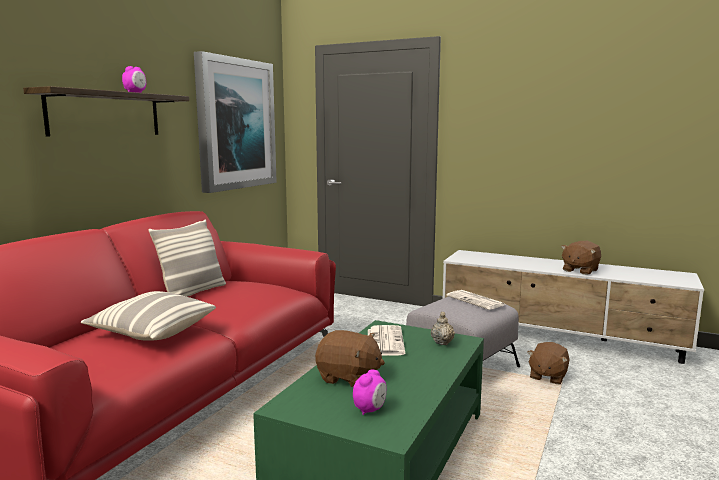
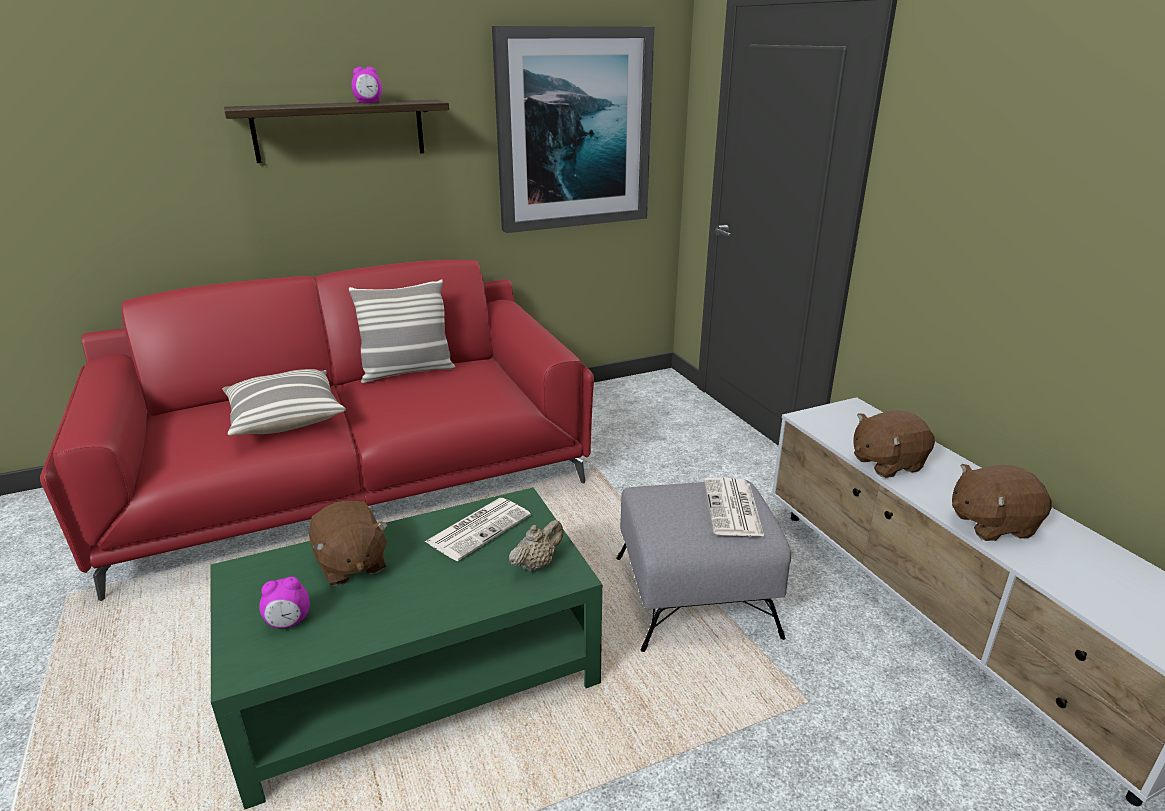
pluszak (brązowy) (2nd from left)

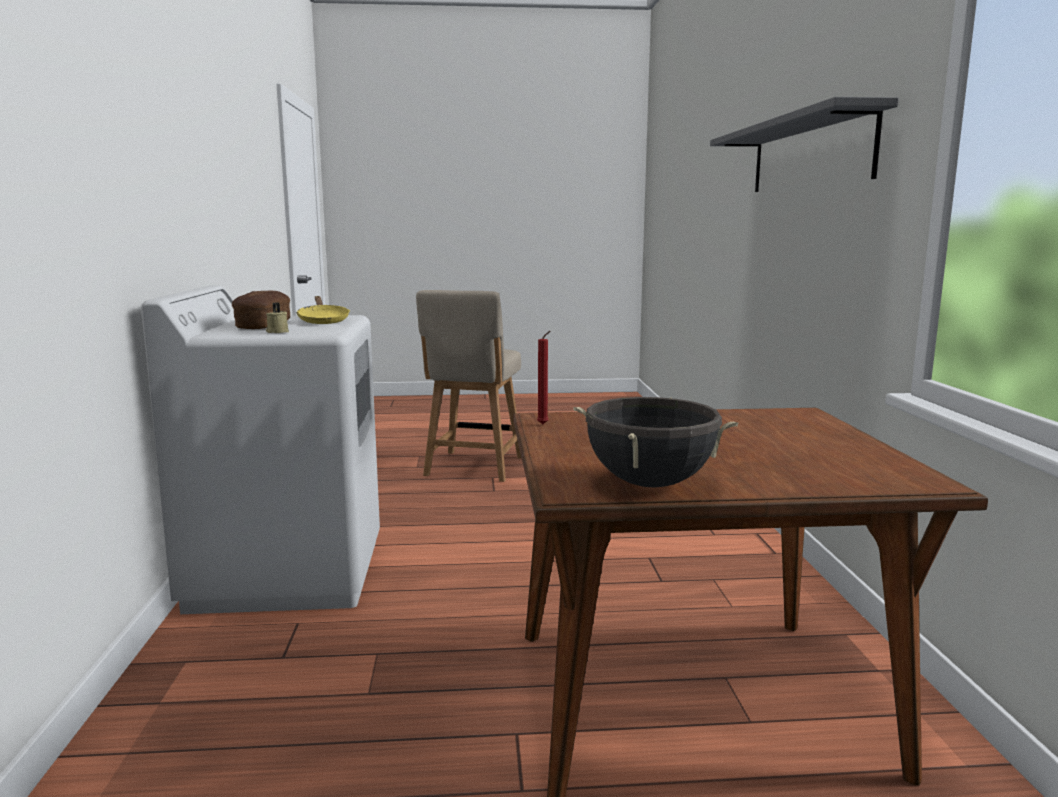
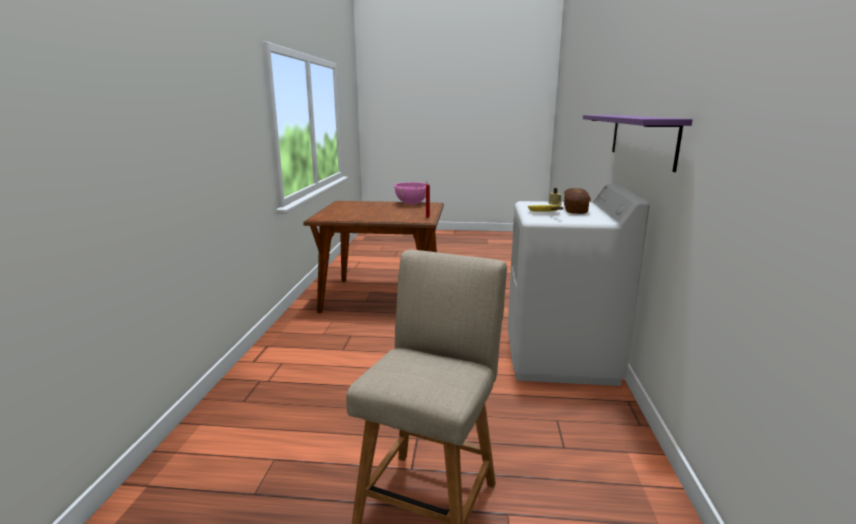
garnek (różowy)
półka (fioletowy)
półka (szary)

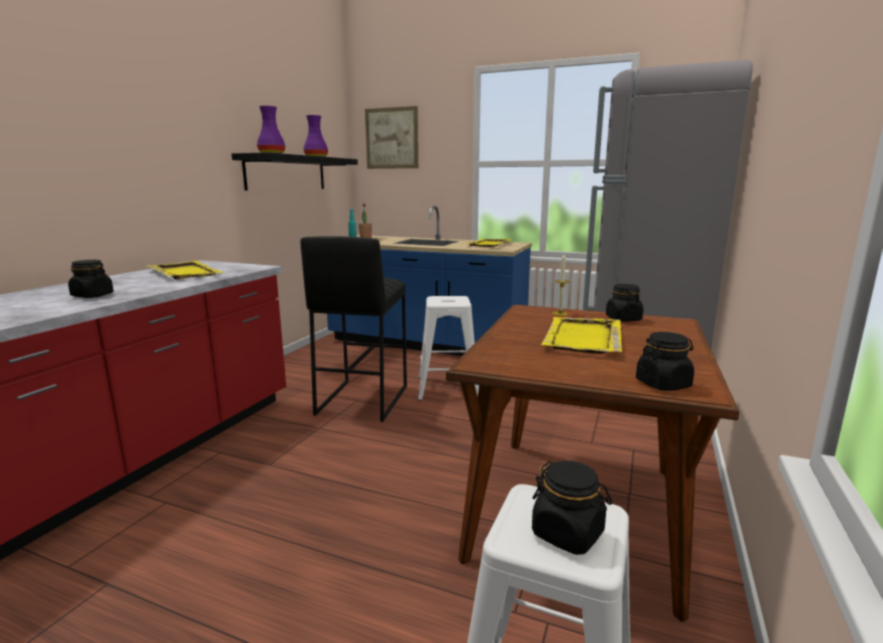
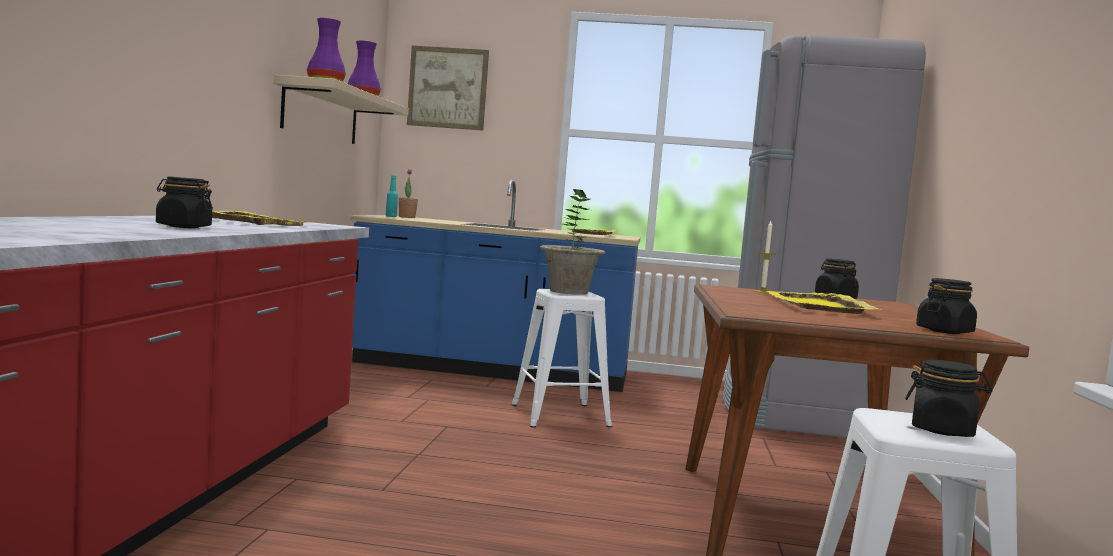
półka (beżowy)
roślina doniczkowa (2nd from left)
stołek (czarny)

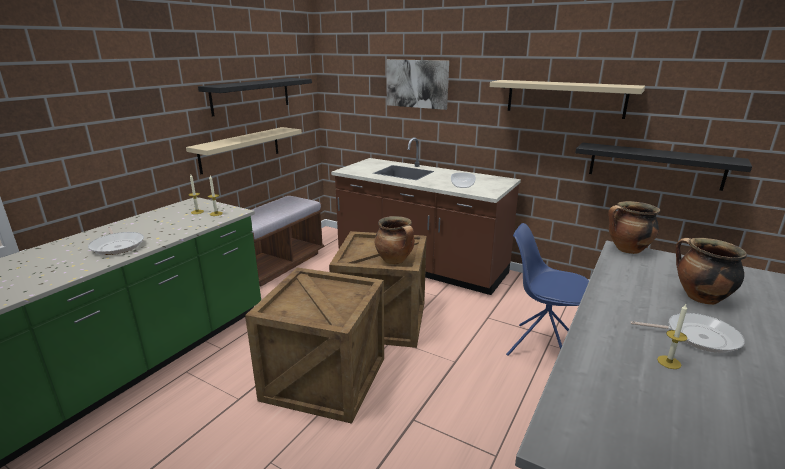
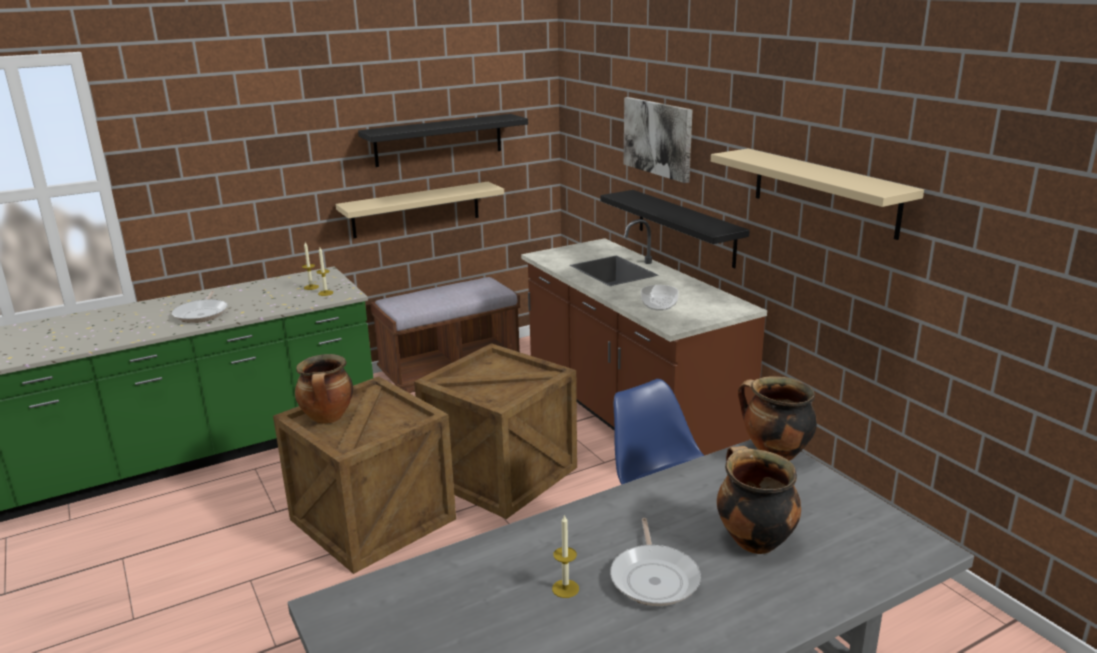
garnek (1st from left)
półka (czarny) (2nd from left)
patelnia (2nd from left)

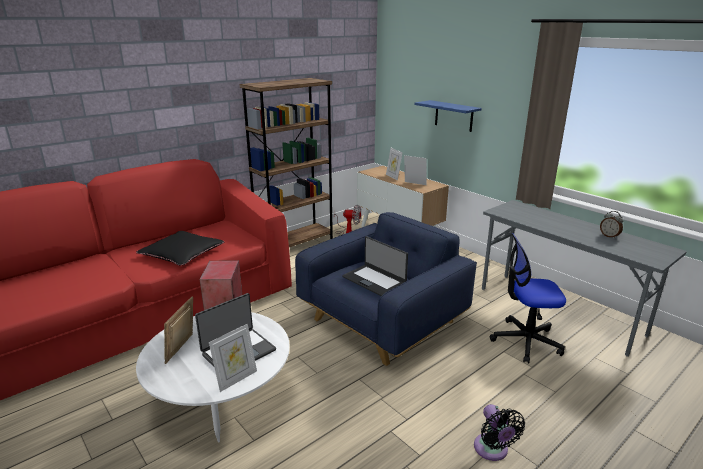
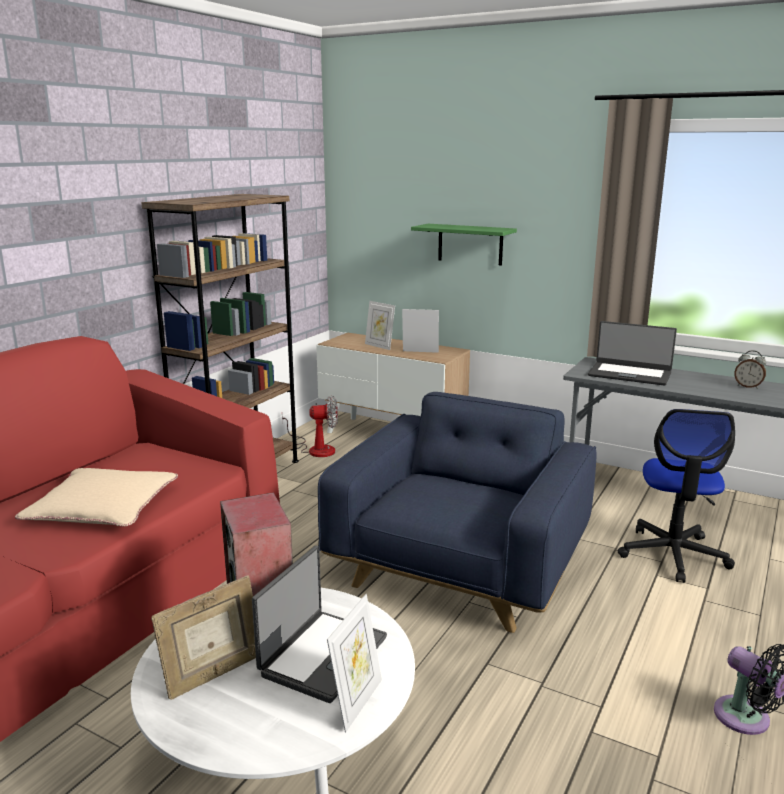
poduszka (beżowy)
ramka na zdjęcie (1st from left)
półka (zielony)
laptop (2nd from left)
krzesło biurowe

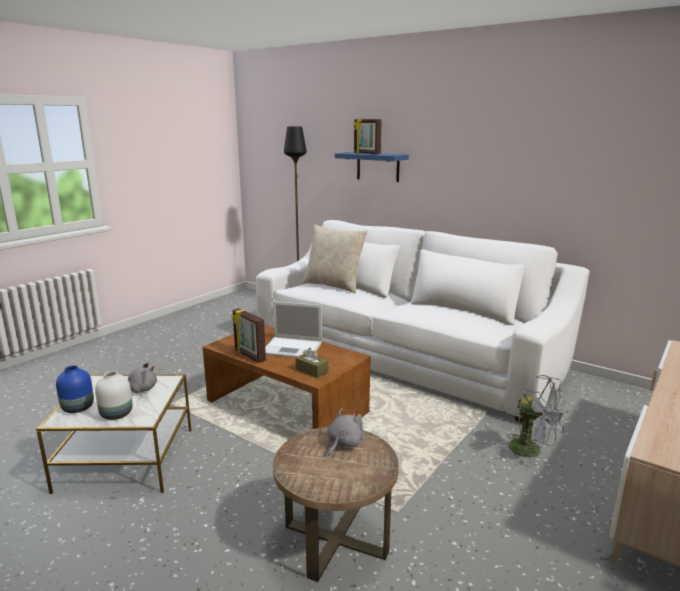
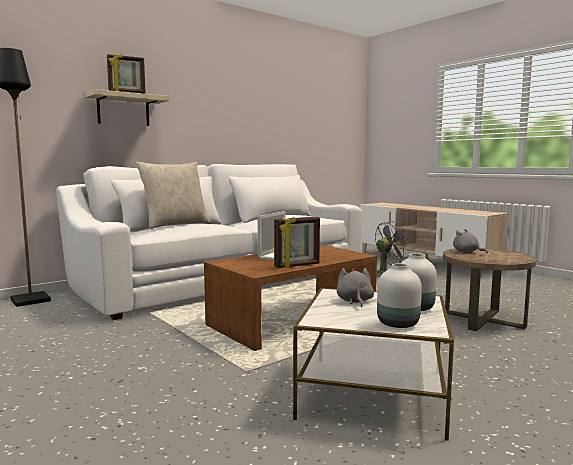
półka (beżowy)
wazon (biały) (1st from left)
pudełko chusteczek (brązowy)

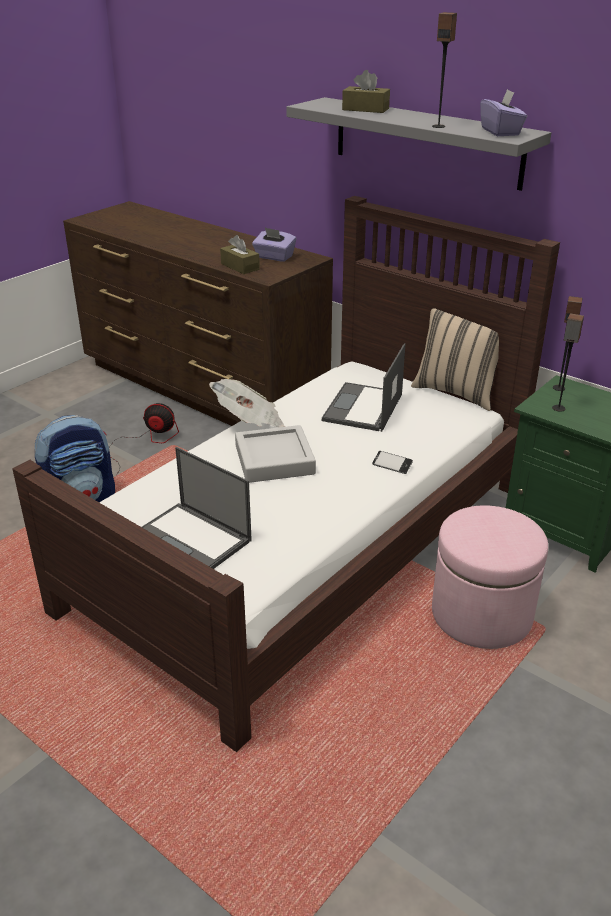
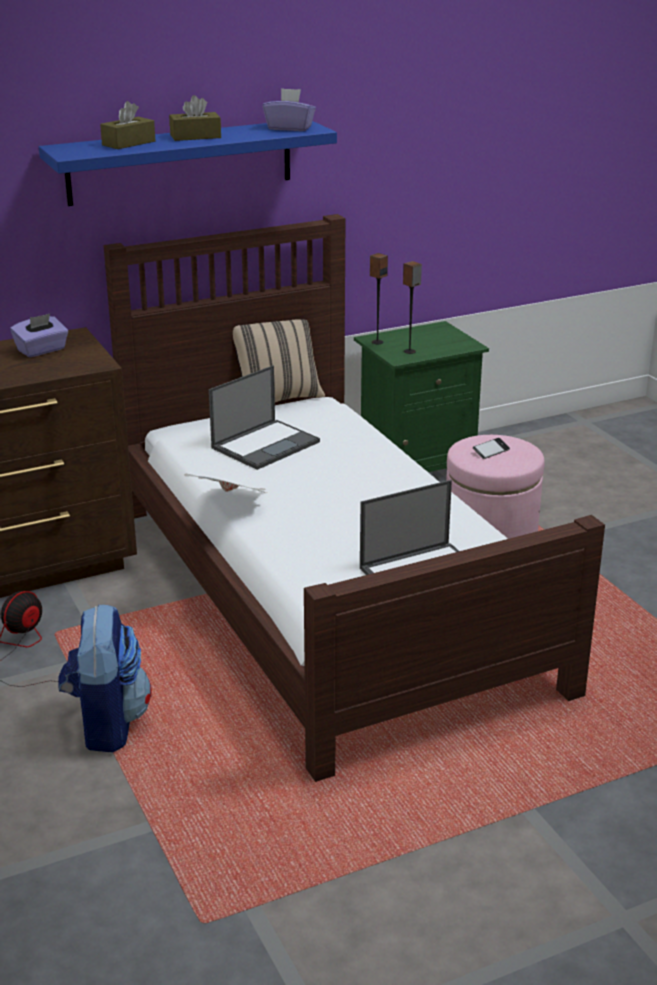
półka (niebieski)
pudełko chusteczek (brązowy) (2nd from left)
laptop (1st from left)
telefon
taca (szary)
głośnik (1st from left in the first image)

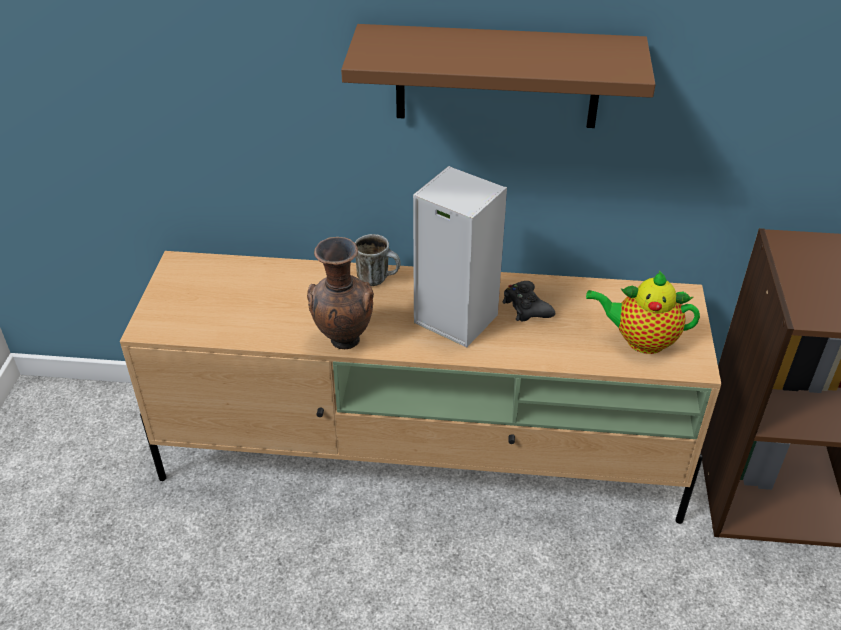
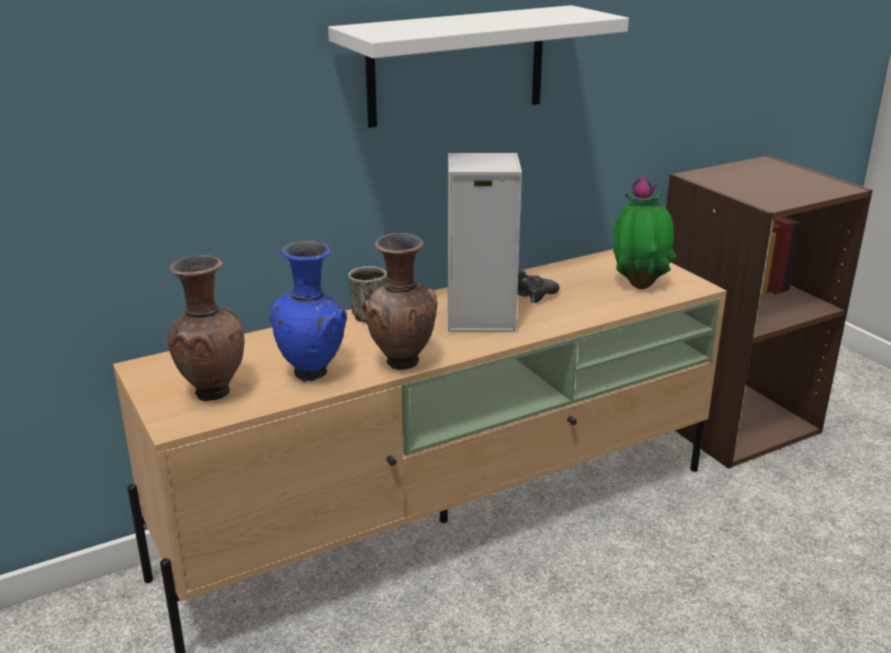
wazon (brązowy) (1st from left)
wazon (niebieski)
półka (biały)
roślina doniczkowa

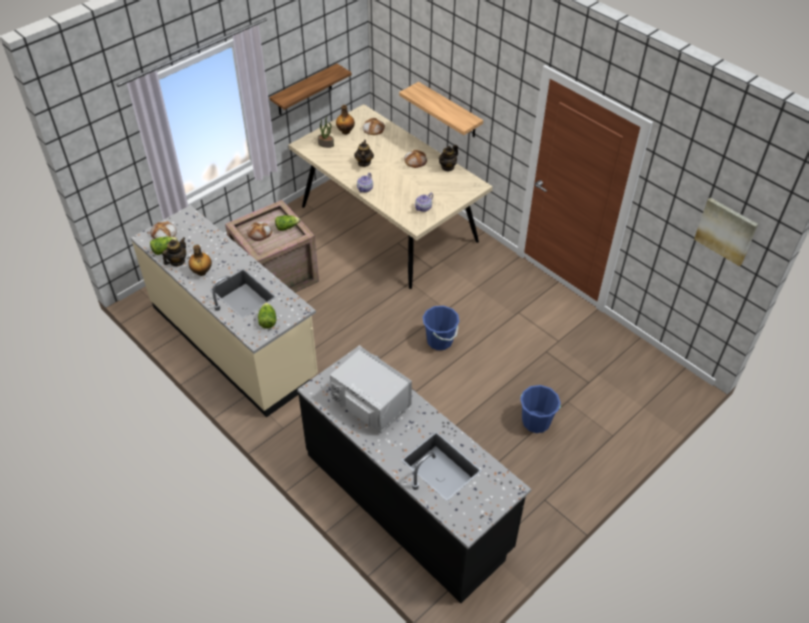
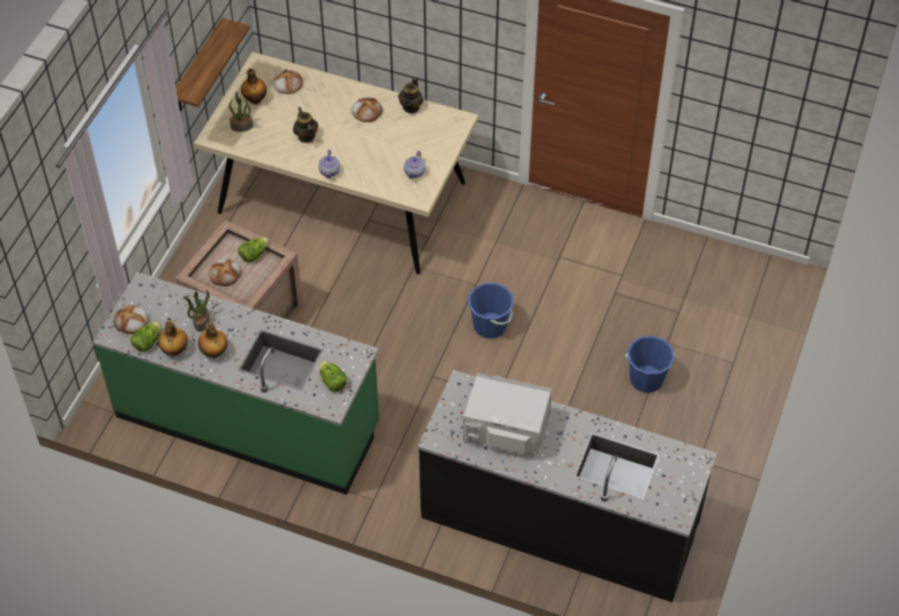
zabudowa kuchenna (zielony)
butelka (1st from left)
roślina doniczkowa (1st from left)
półka (2nd from left in the first image)
obraz

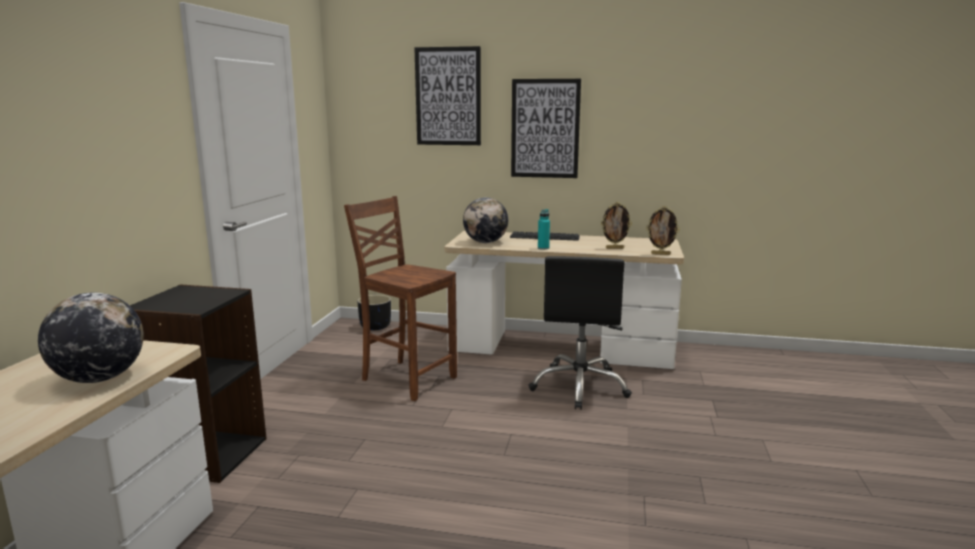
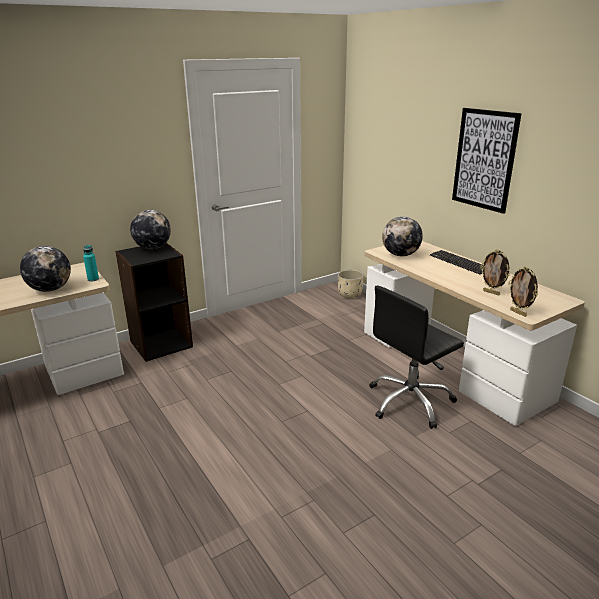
butelka (turkusowy)
globus (2nd from left)
donica (beżowy)
krzesło (brązowy)
obraz (1st from left in the first image)

